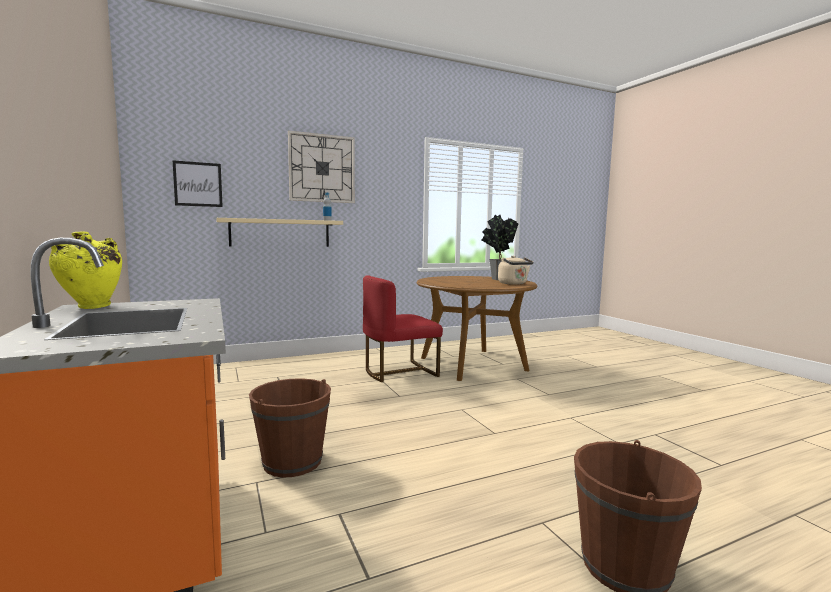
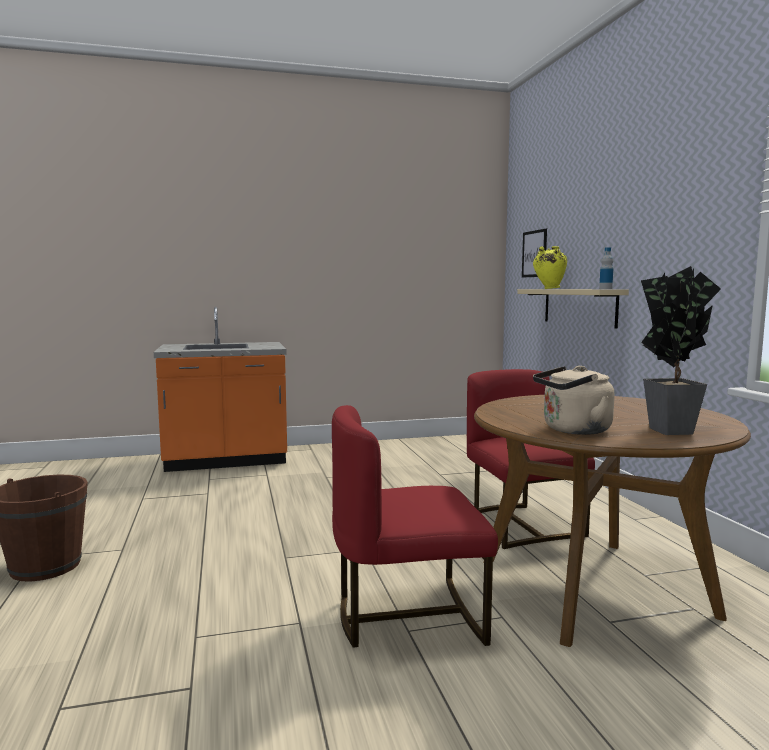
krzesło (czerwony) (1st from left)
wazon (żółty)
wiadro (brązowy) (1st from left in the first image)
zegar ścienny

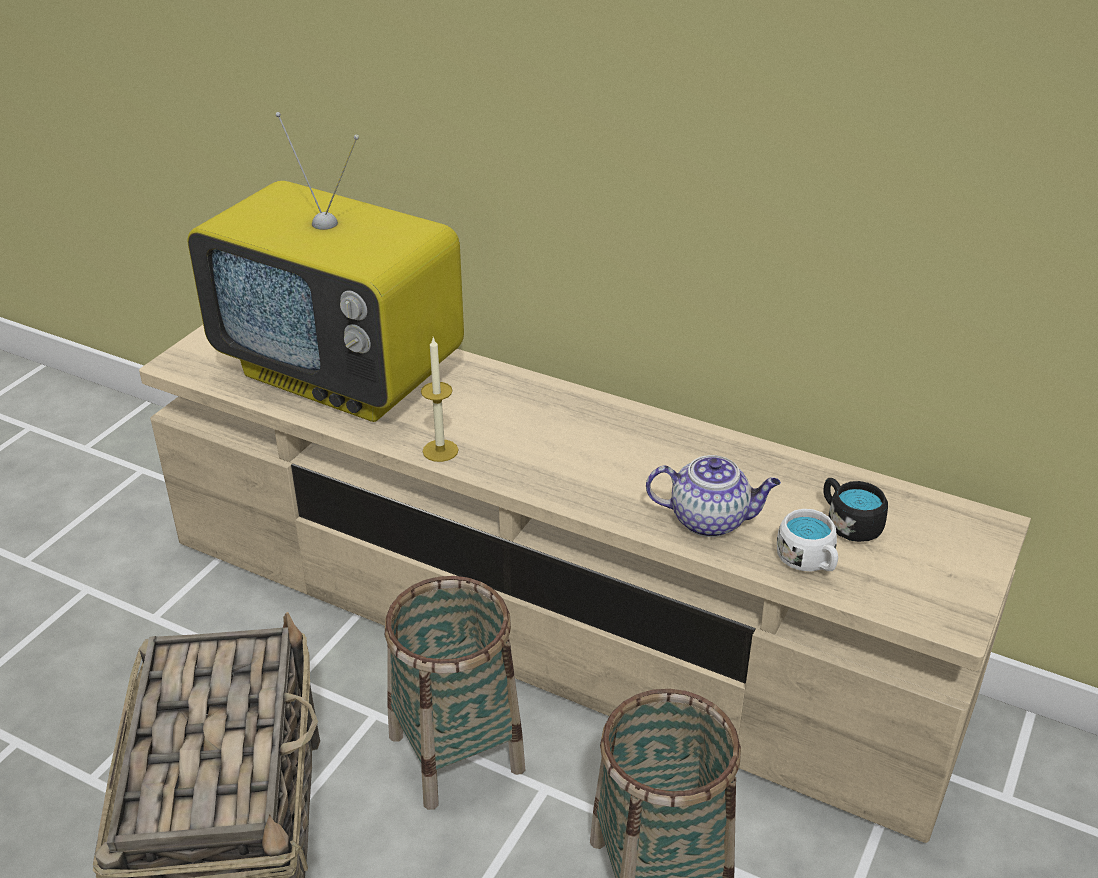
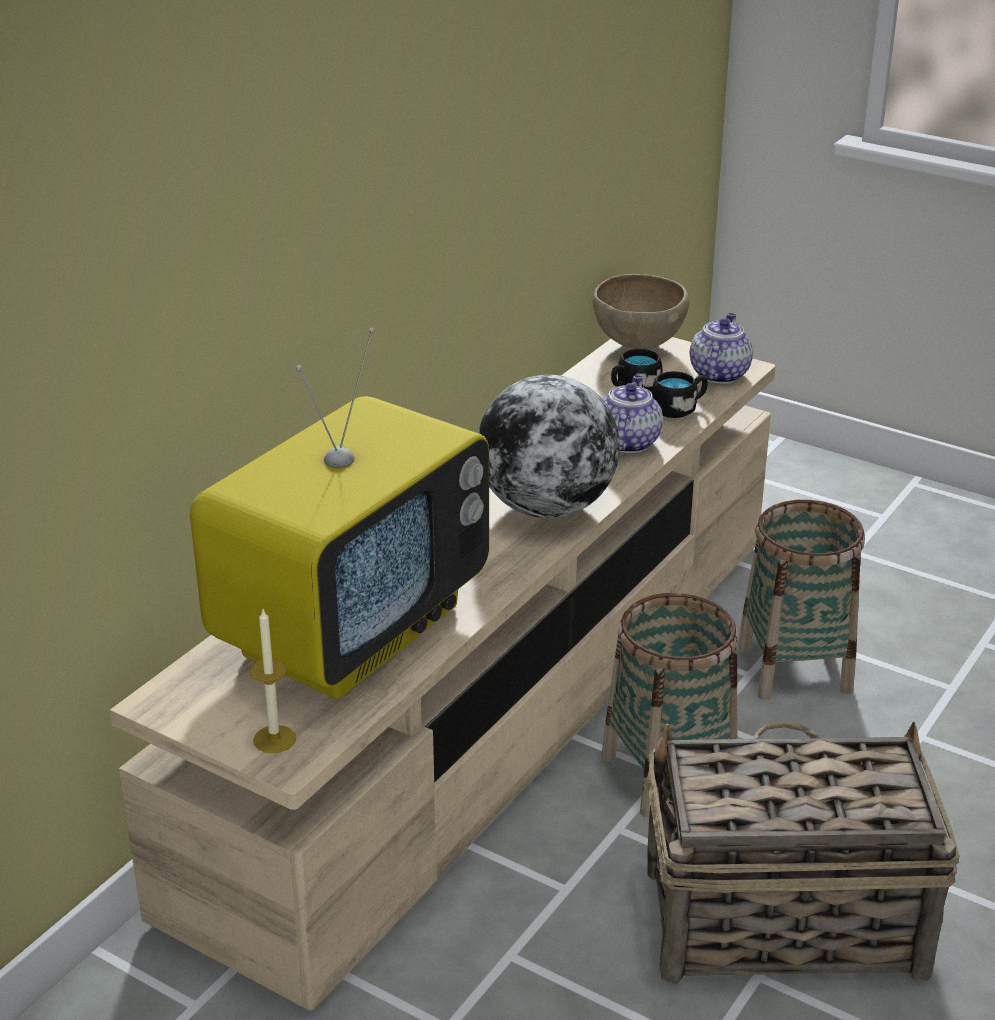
świeca
globus
miska (brązowy)
kubek (czarny) (2nd from left)
imbryk (2nd from left)

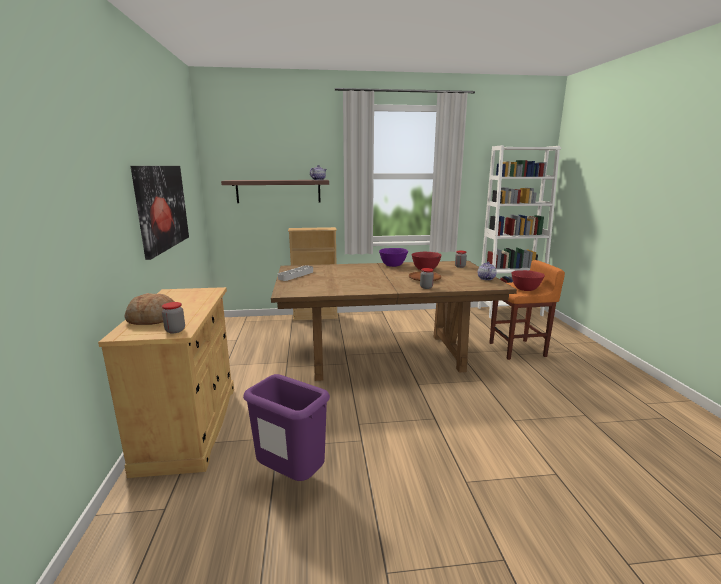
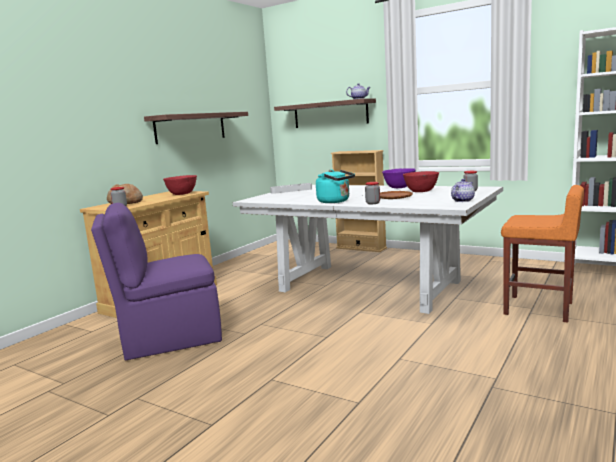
krzesło (fioletowy)
półka (1st from left)
miska (czerwony) (1st from left)
stół jadalny (biały)
czajnik (turkusowy)

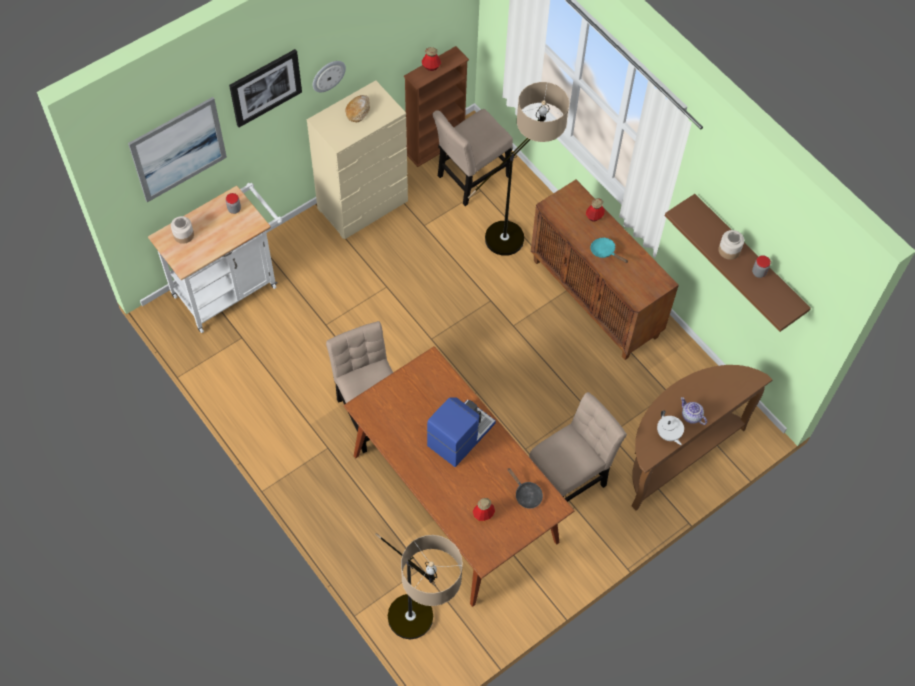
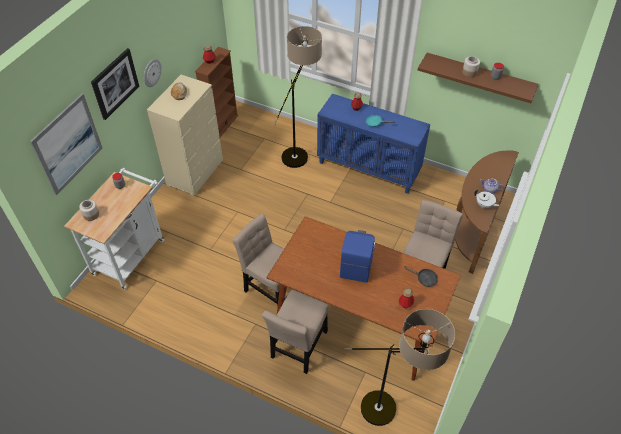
krzesło (beżowy) (2nd from left)
szafka (niebieski)

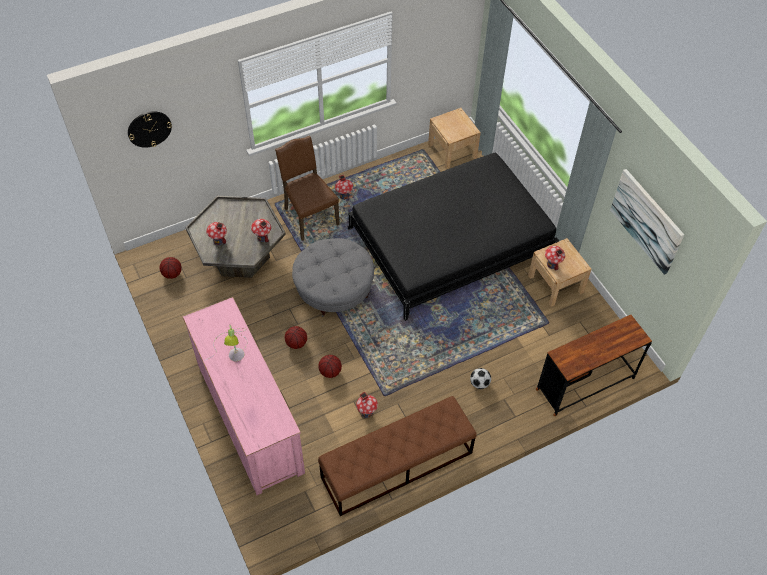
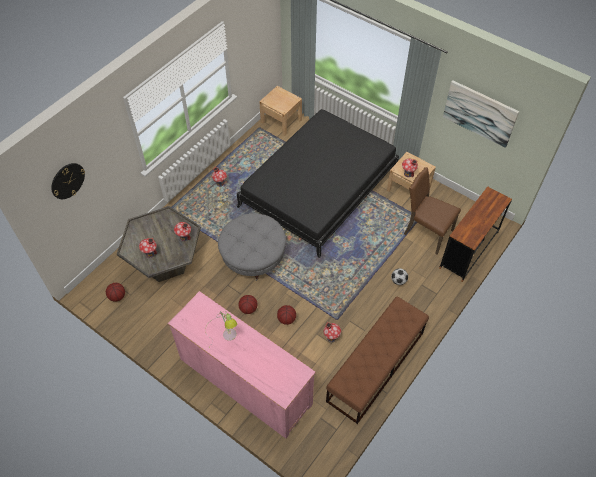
krzesło (brązowy)

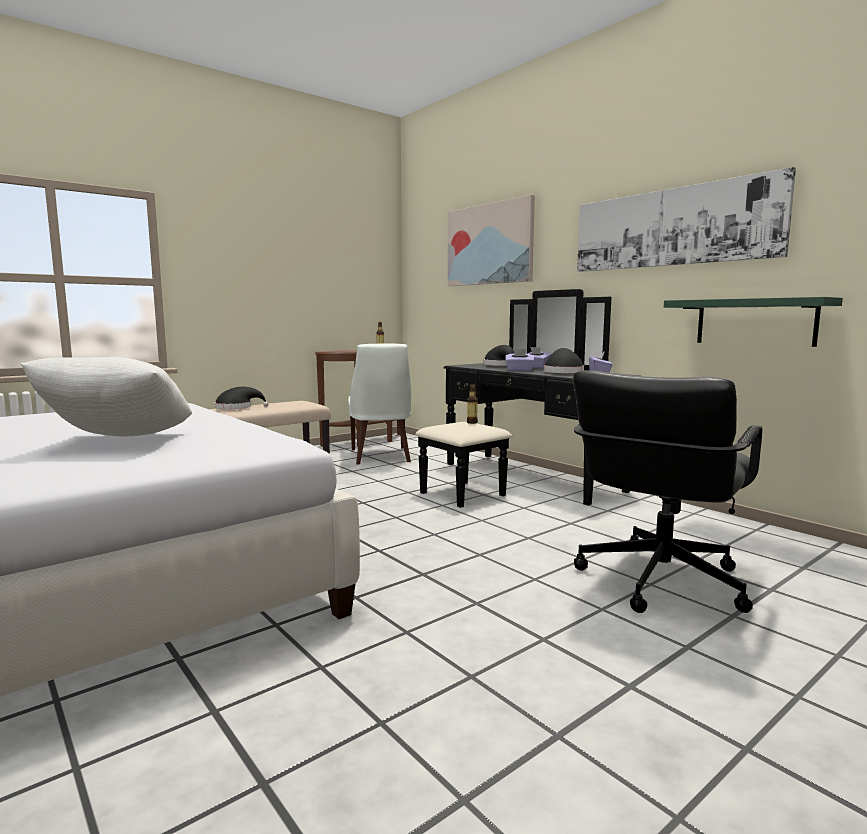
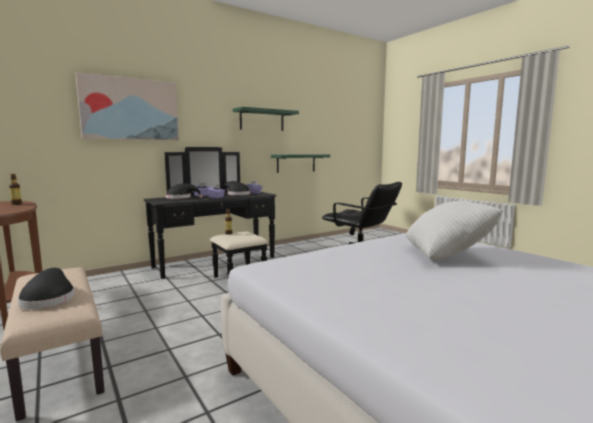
półka (zielony) (1st from left)
krzesło (biały)

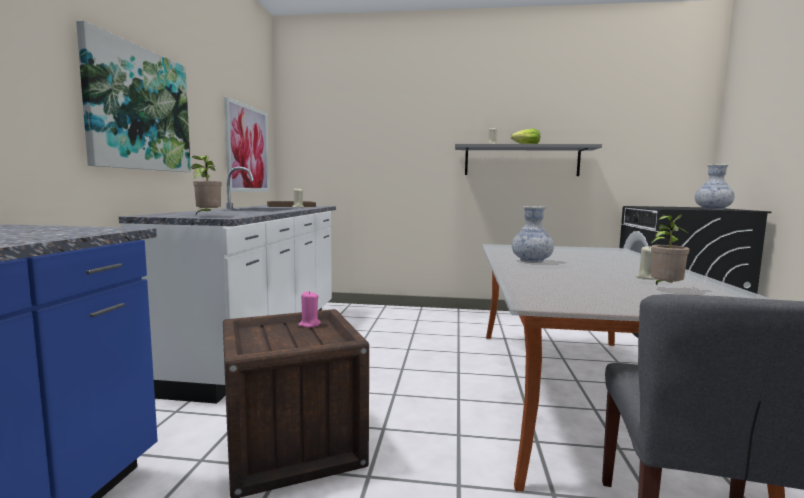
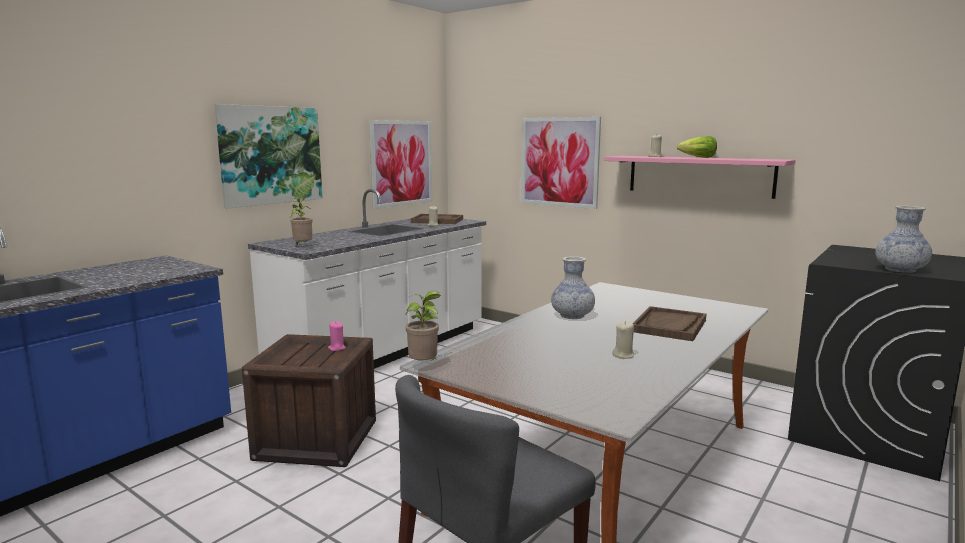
roślina doniczkowa (2nd from left)
obraz (3rd from left)
półka (różowy)
taca (brązowy) (2nd from left)

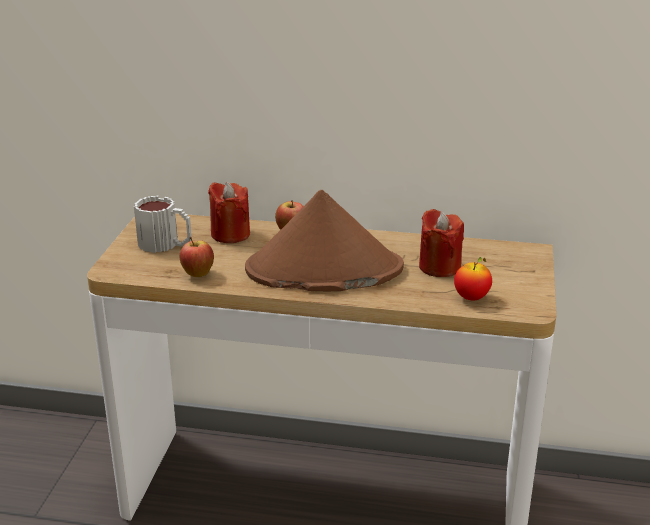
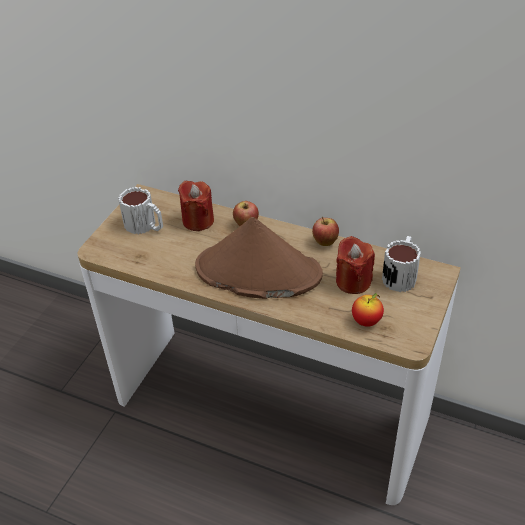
jabłko (2nd from left)
kubek (2nd from left)

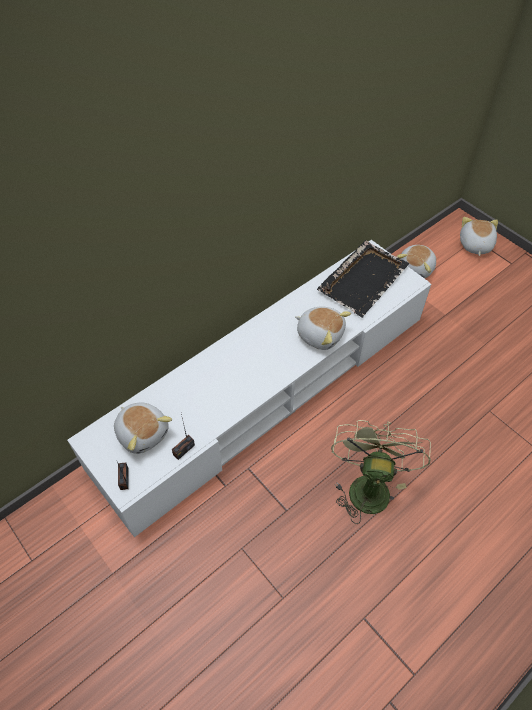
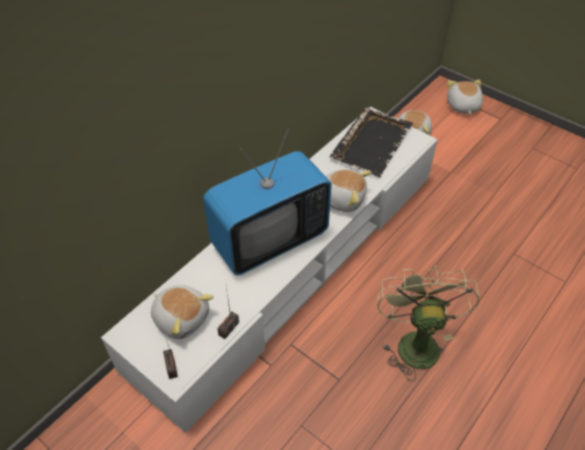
telewizor

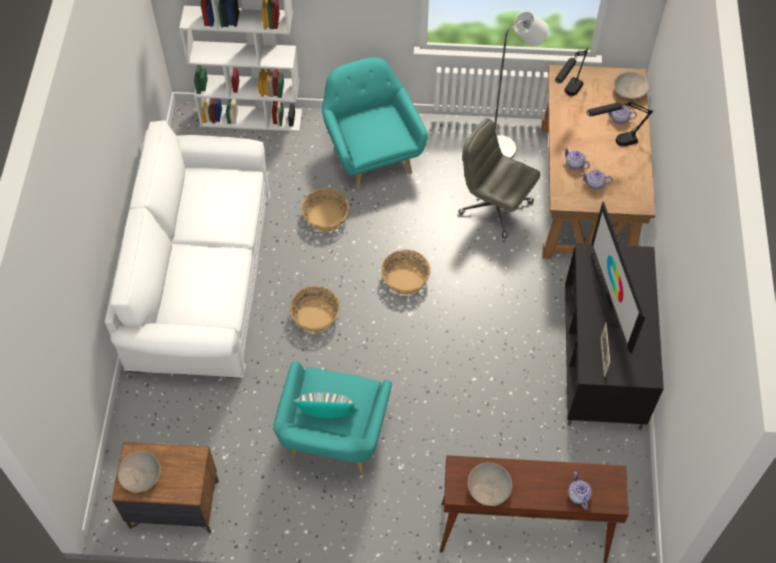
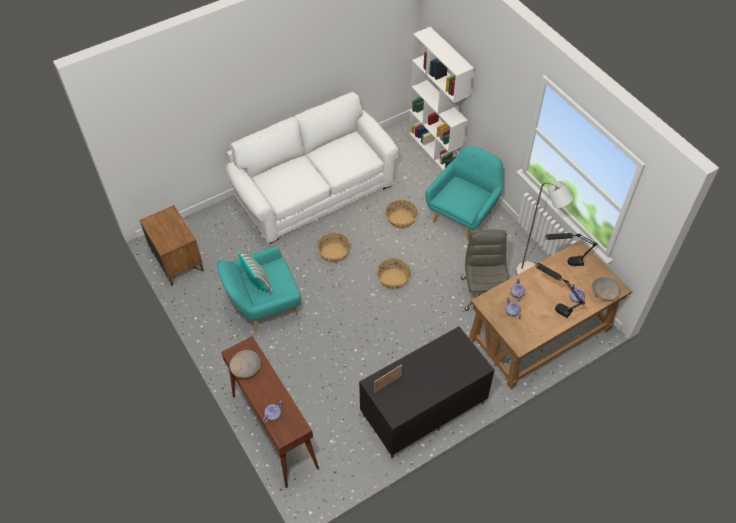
miska (beżowy) (1st from left in the first image)
telewizor

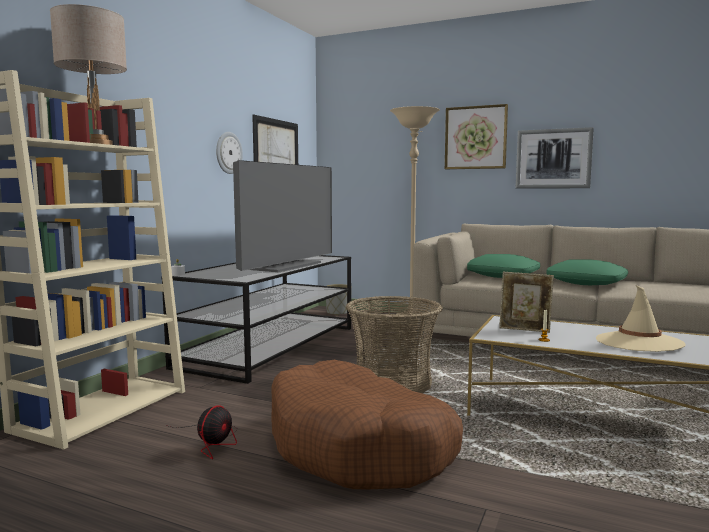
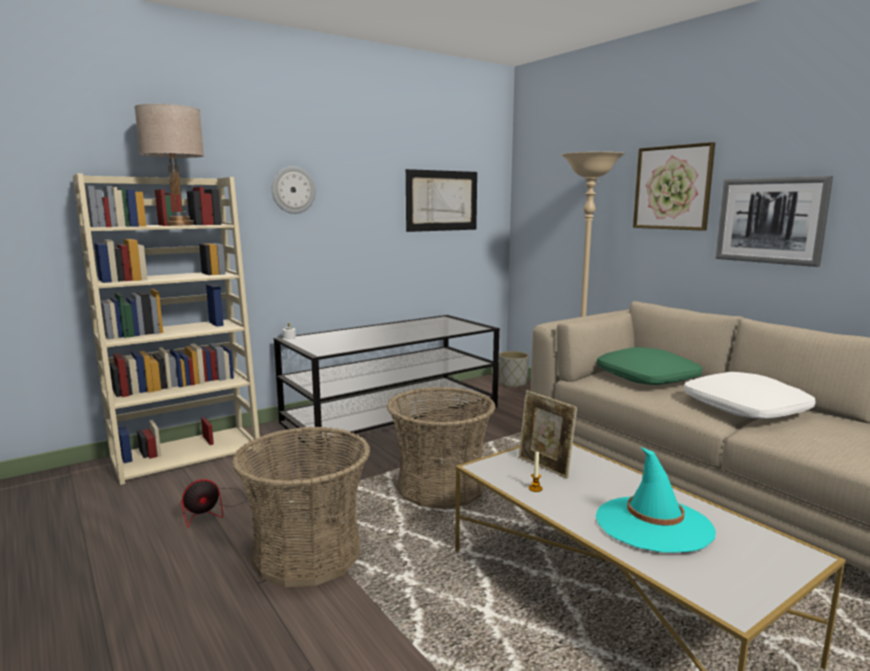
koszyk (1st from left)
zegar ścienny
kapelusz (turkusowy)
poduszka (biały)
telewizor

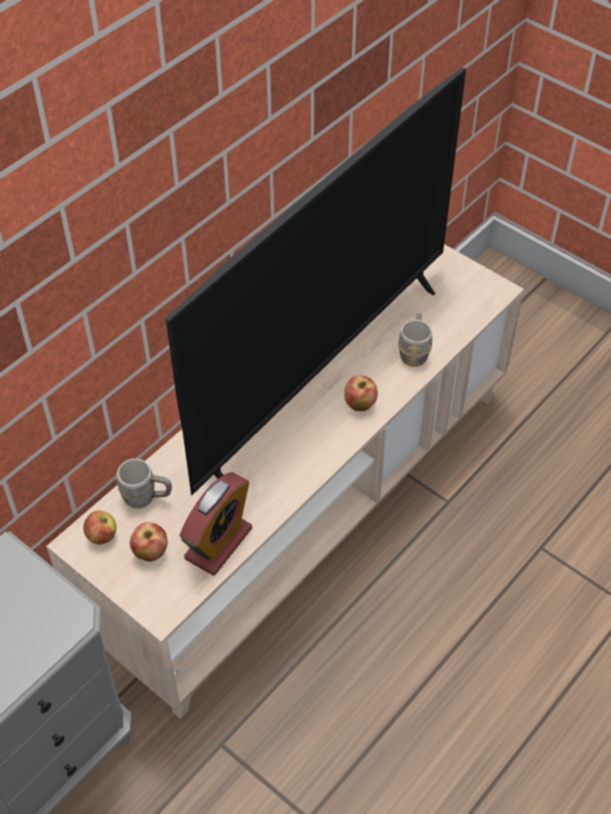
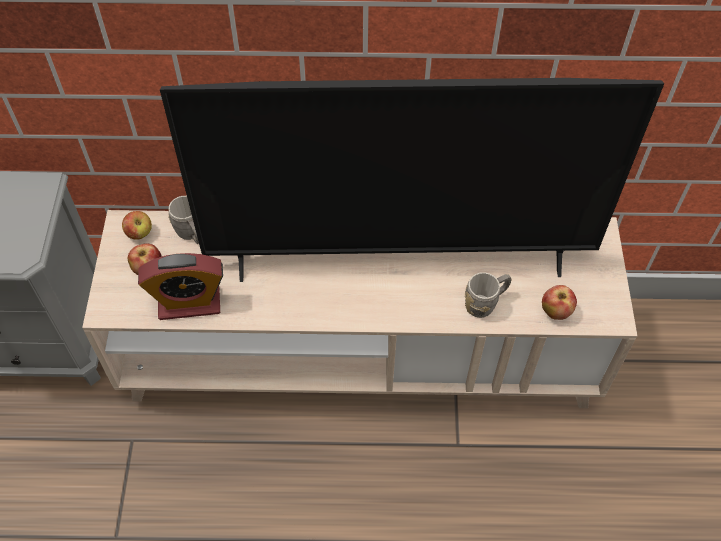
jabłko (3rd from left)

